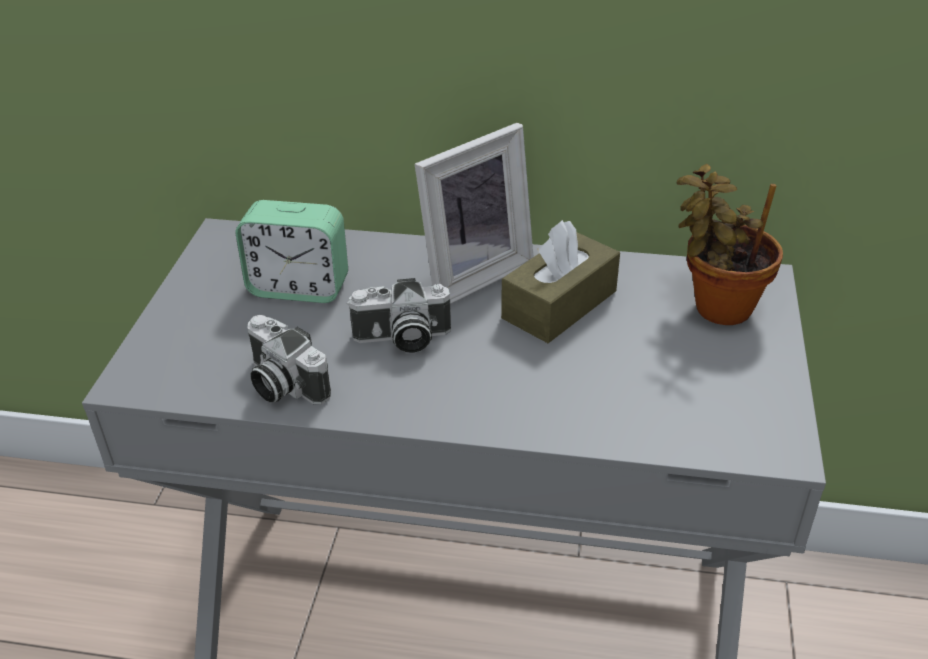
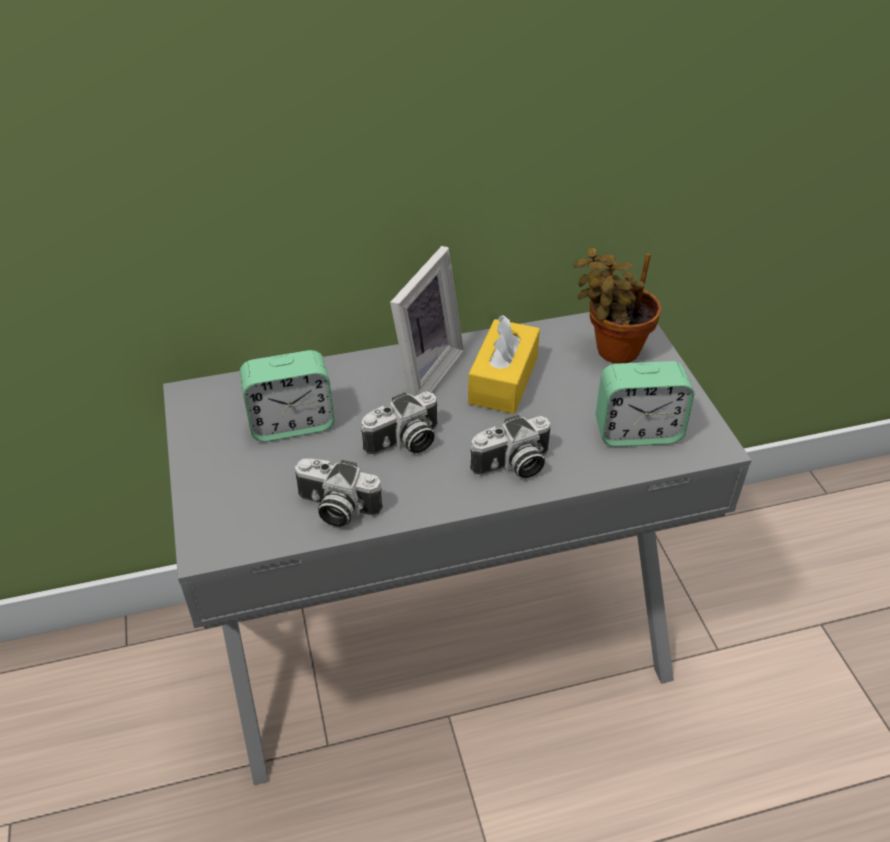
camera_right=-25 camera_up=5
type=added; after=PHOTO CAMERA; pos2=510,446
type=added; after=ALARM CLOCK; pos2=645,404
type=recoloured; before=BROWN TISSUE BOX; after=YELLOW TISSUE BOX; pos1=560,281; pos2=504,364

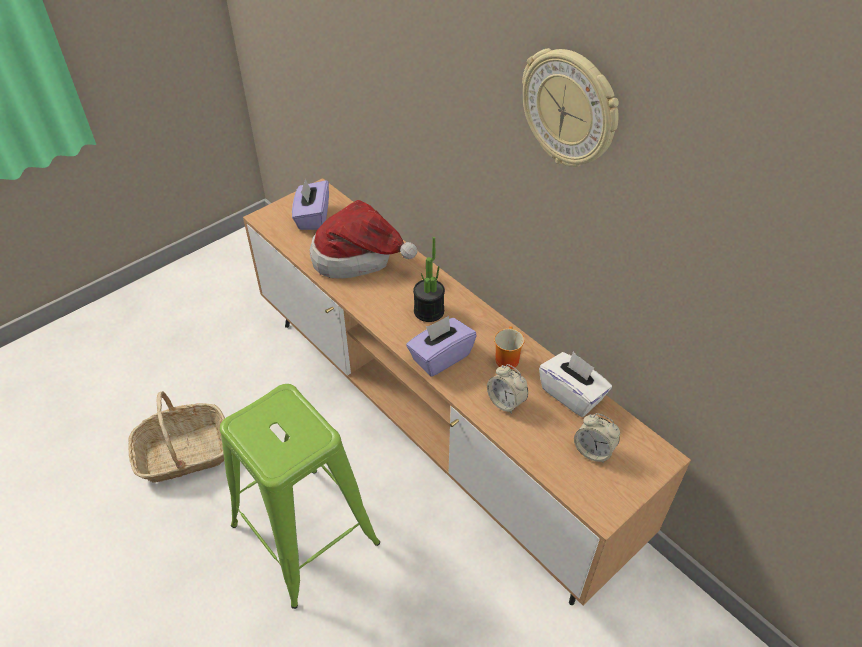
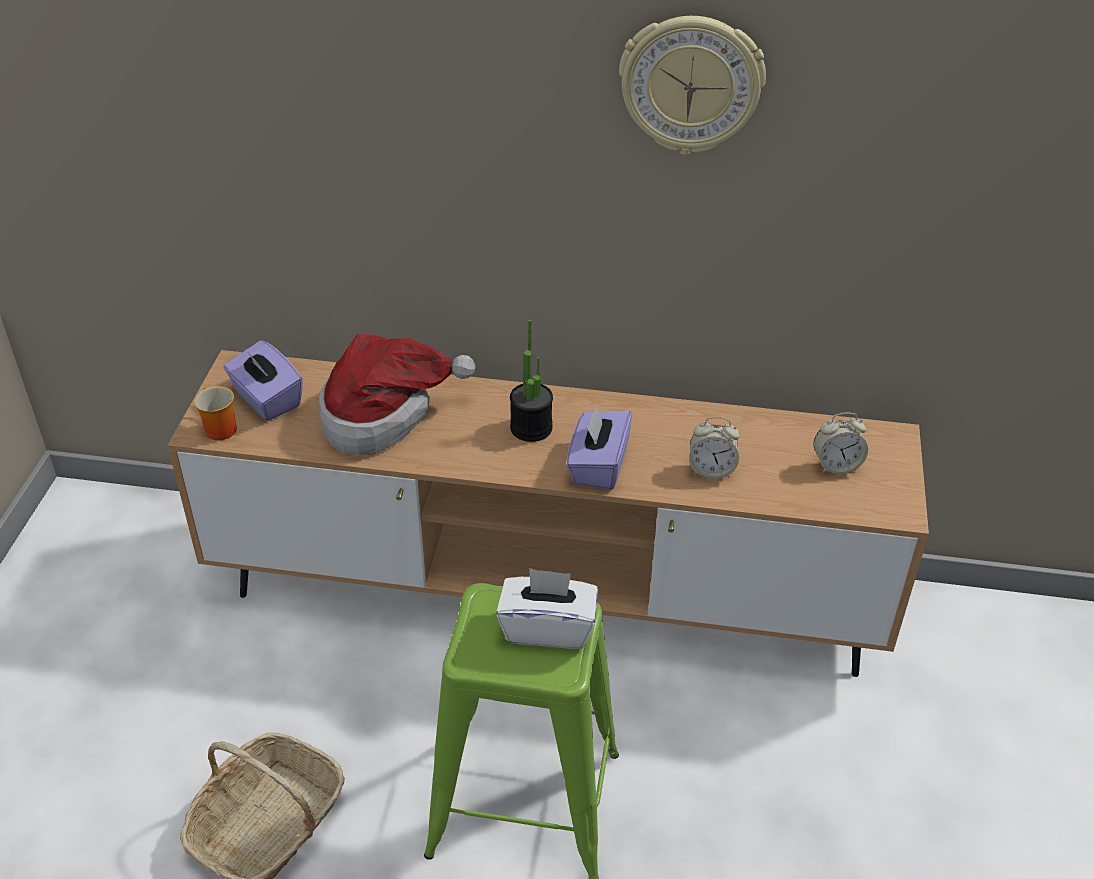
camera_right=-40 camera_up=-5
type=moved; before=MUG; pos1=509,347; pos2=215,413
type=moved; before=WHITE TISSUE BOX; pos1=575,384; pos2=547,608

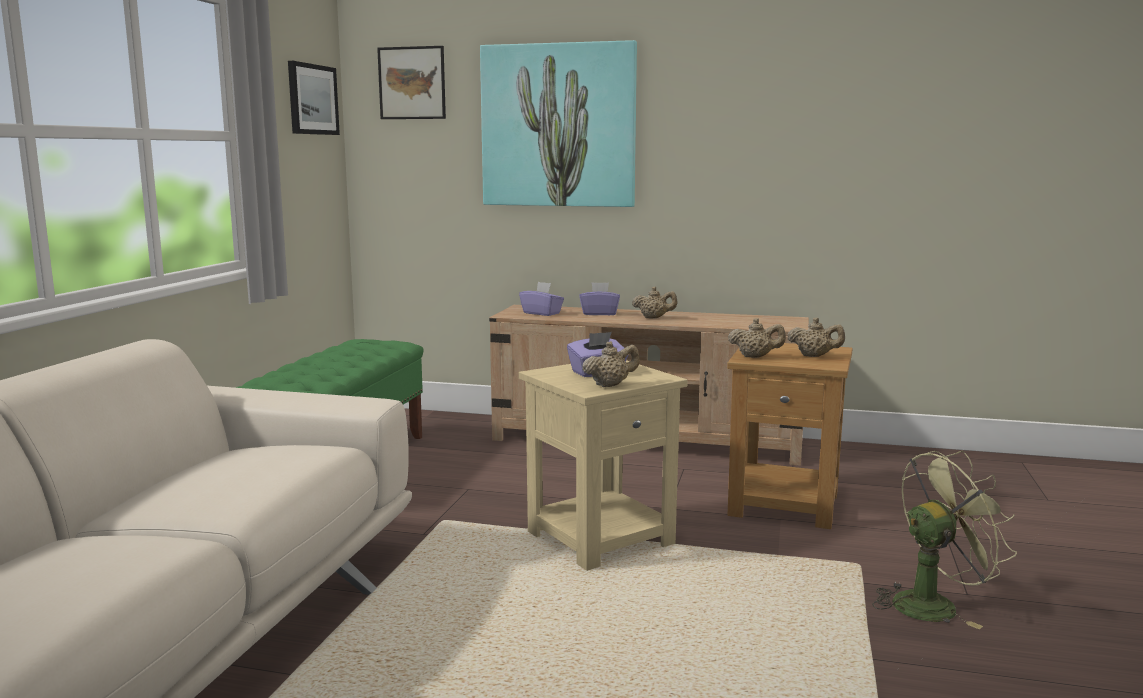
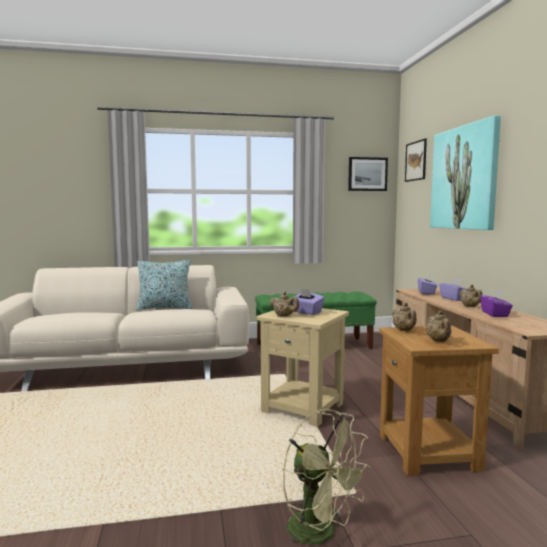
camera_right=65 camera_up=-5
type=added; after=PILLOW; pos2=164,285
type=added; after=PURPLE TISSUE BOX; pos2=496,303

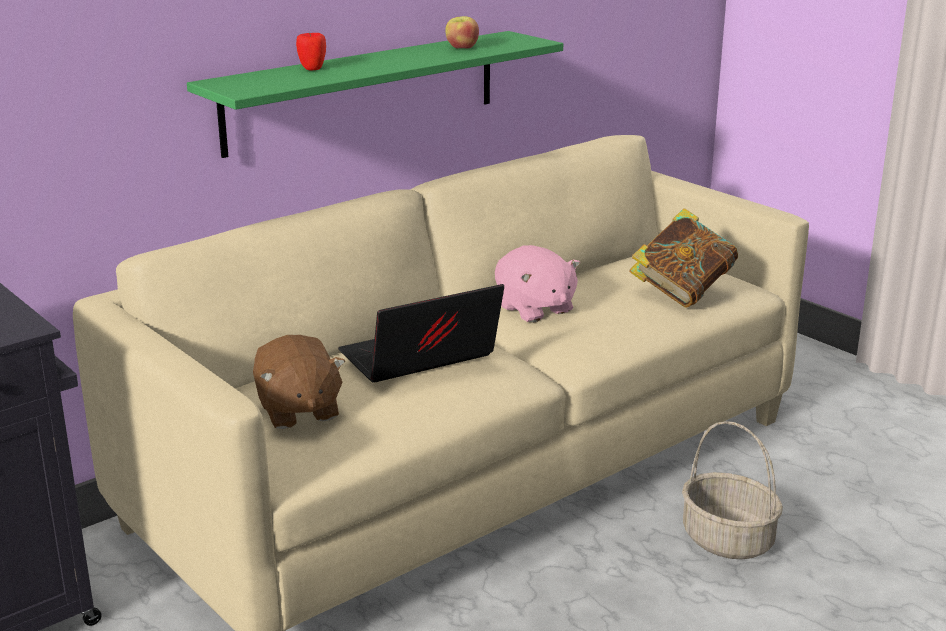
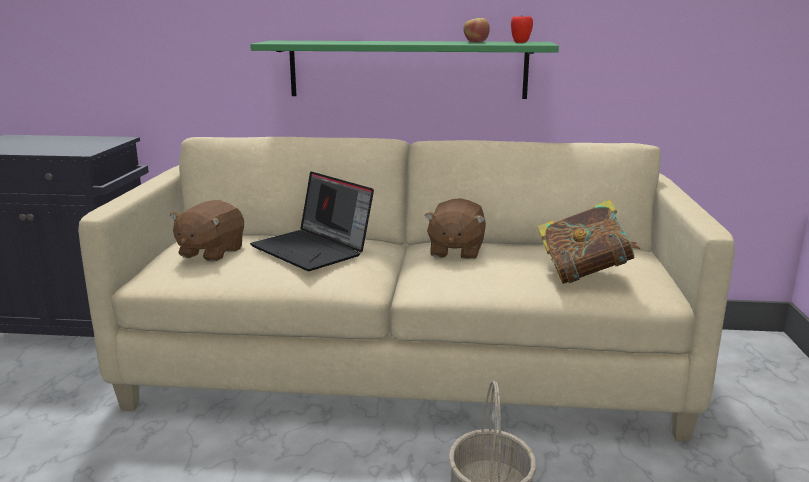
camera_right=45 camera_up=-5
type=moved; before=APPLE; pos1=311,52; pos2=522,29
type=recoloured; before=PINK PLUSH TOY; after=BROWN PLUSH TOY; pos1=537,284; pos2=455,228
type=turned; before=LAPTOP; pos1=421,333; pos2=312,221; turn=-150

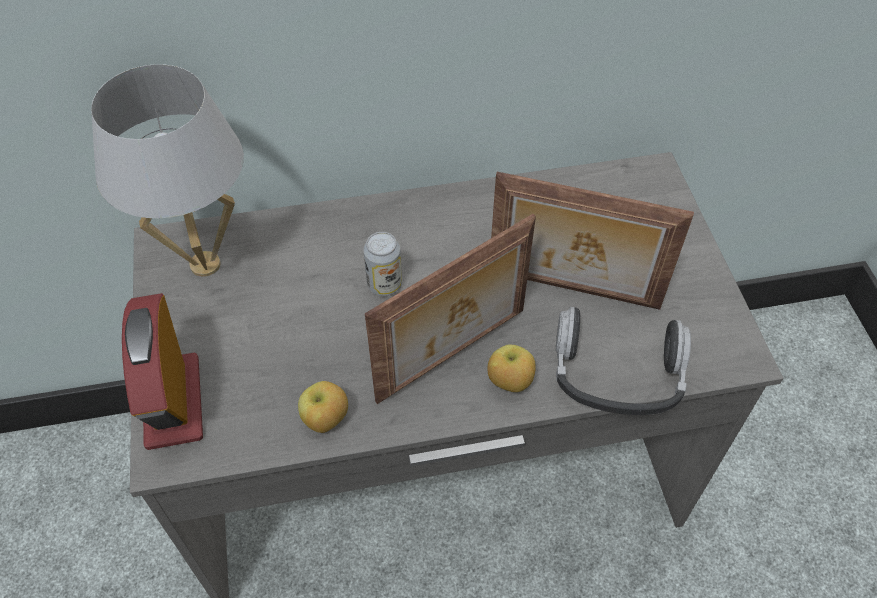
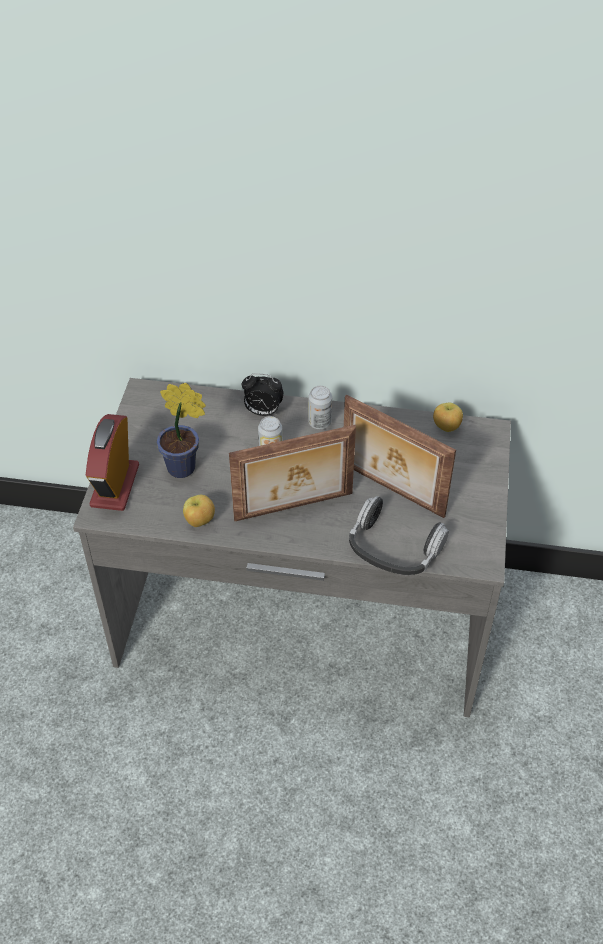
camera_right=20 camera_up=-5
type=removed; before=WHITE TABLE LAMP; pos1=167,170
type=added; after=POTTED PLANT; pos2=181,430
type=added; after=ALARM CLOCK; pos2=263,394
type=added; after=CAN; pos2=320,407
type=moved; before=APPLE; pos1=512,368; pos2=448,417

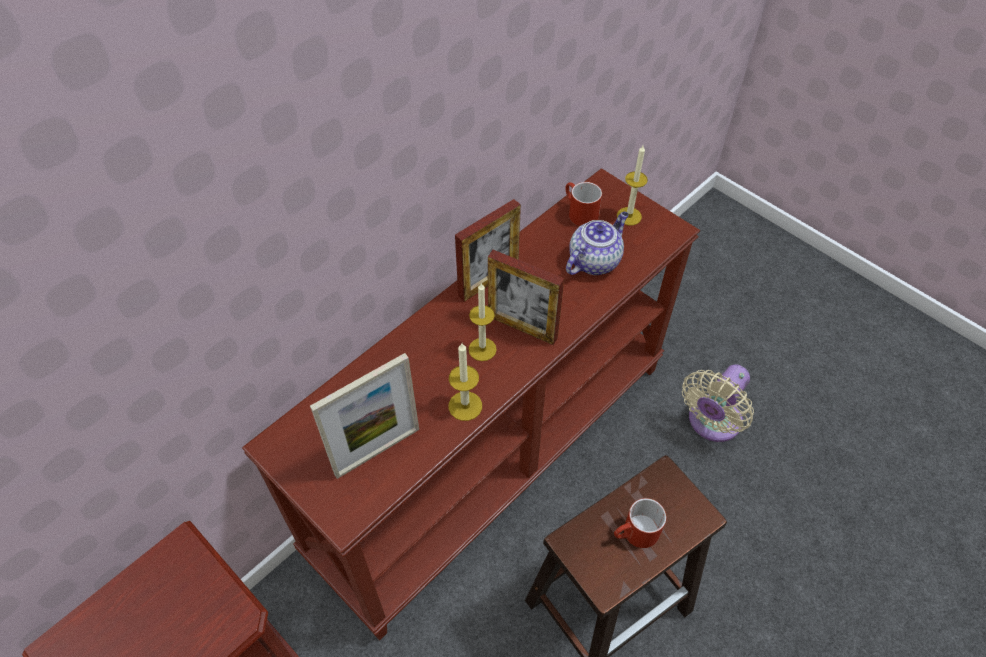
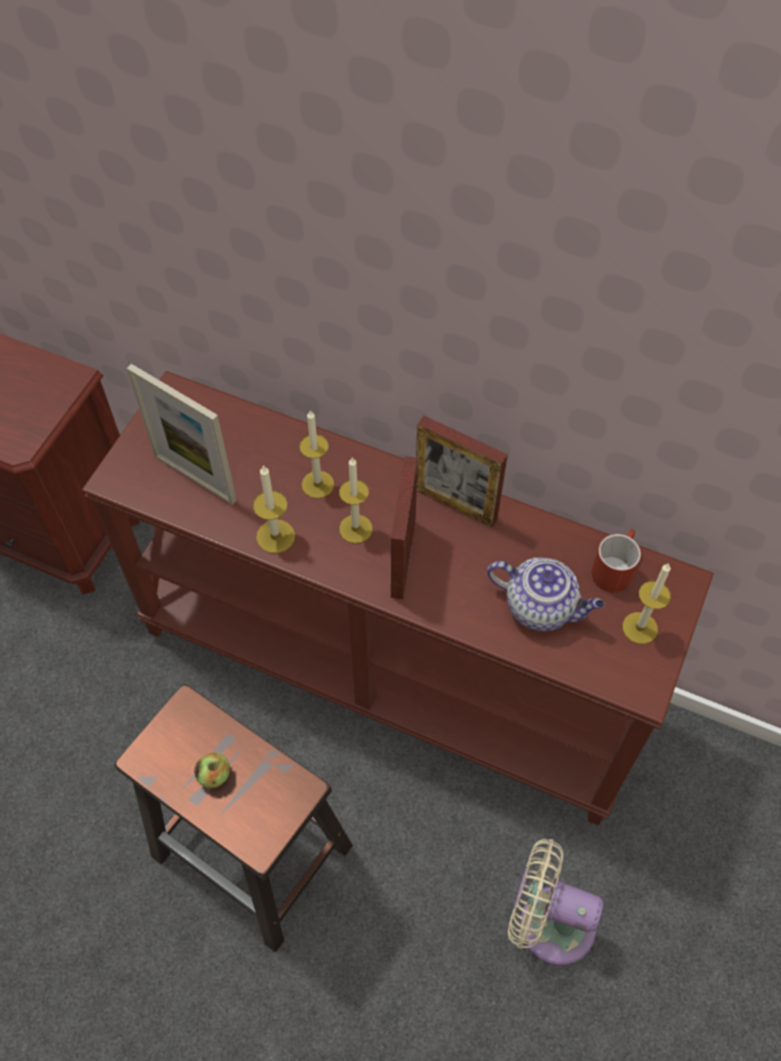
camera_right=70 camera_up=5
type=added; after=CANDLE; pos2=316,454
type=replaced; before=RED MUG; after=APPLE; pos1=640,523; pos2=212,770

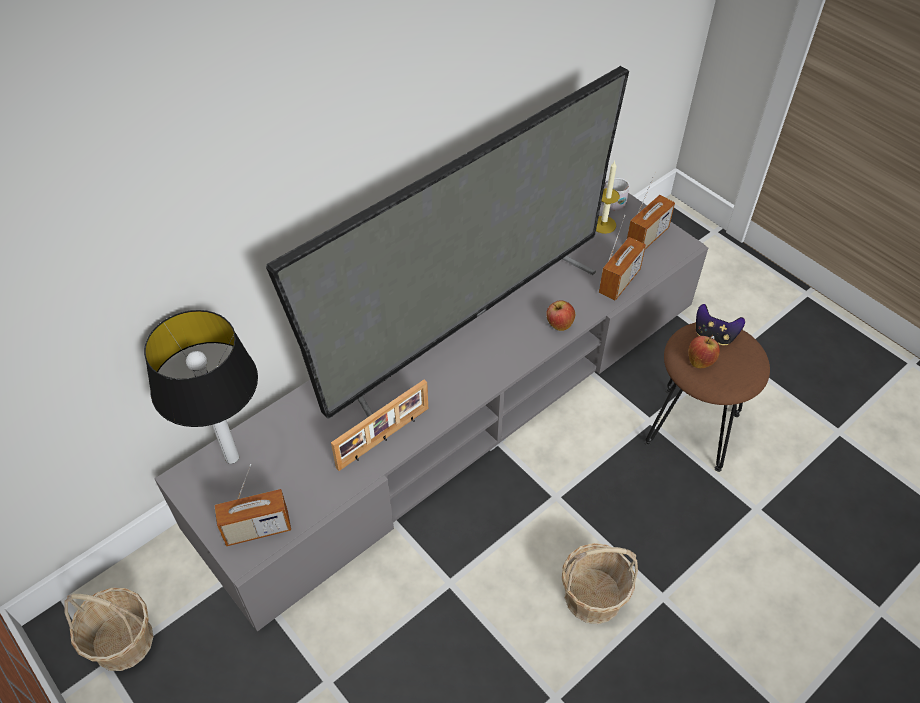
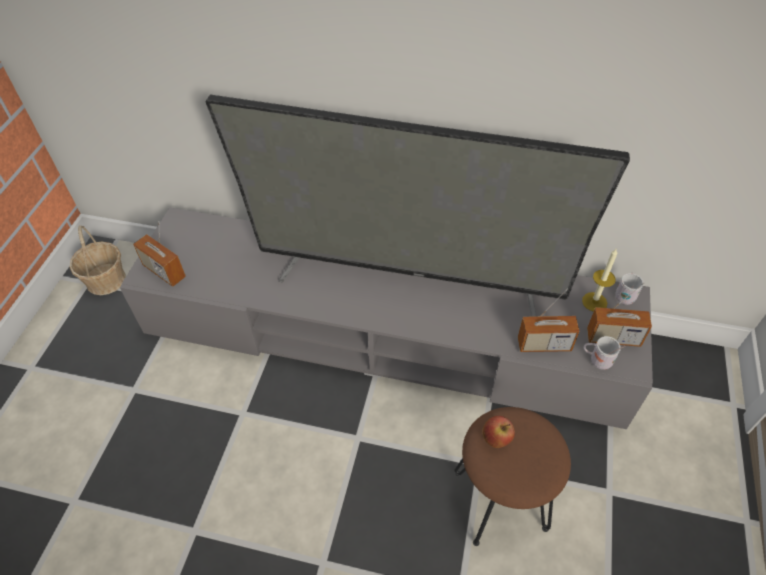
camera_right=55 camera_up=0
type=removed; before=TABLE LAMP; pos1=201,387
type=removed; before=PICTURE FRAME; pos1=379,425
type=removed; before=APPLE; pos1=560,315
type=removed; before=BASKET; pos1=600,583
type=removed; before=GAME CONTROLLER; pos1=720,324
type=added; after=WHITE MUG; pos2=604,353

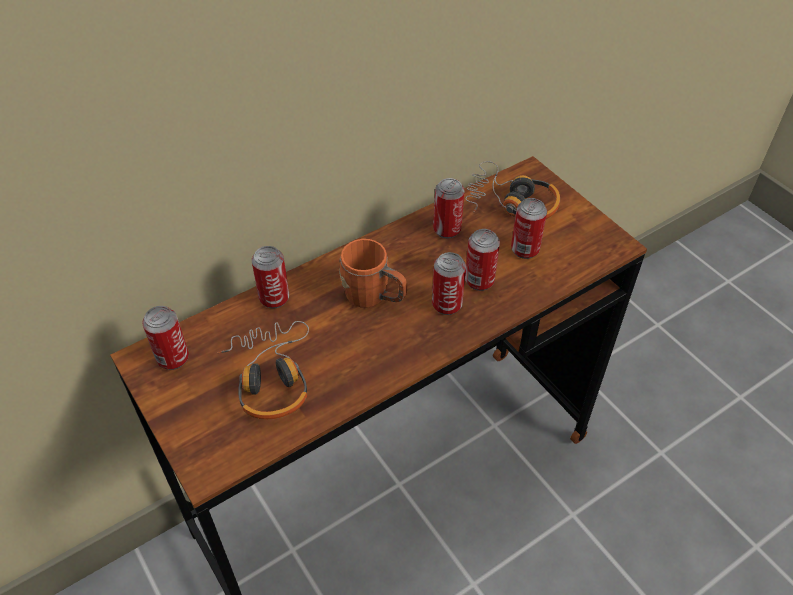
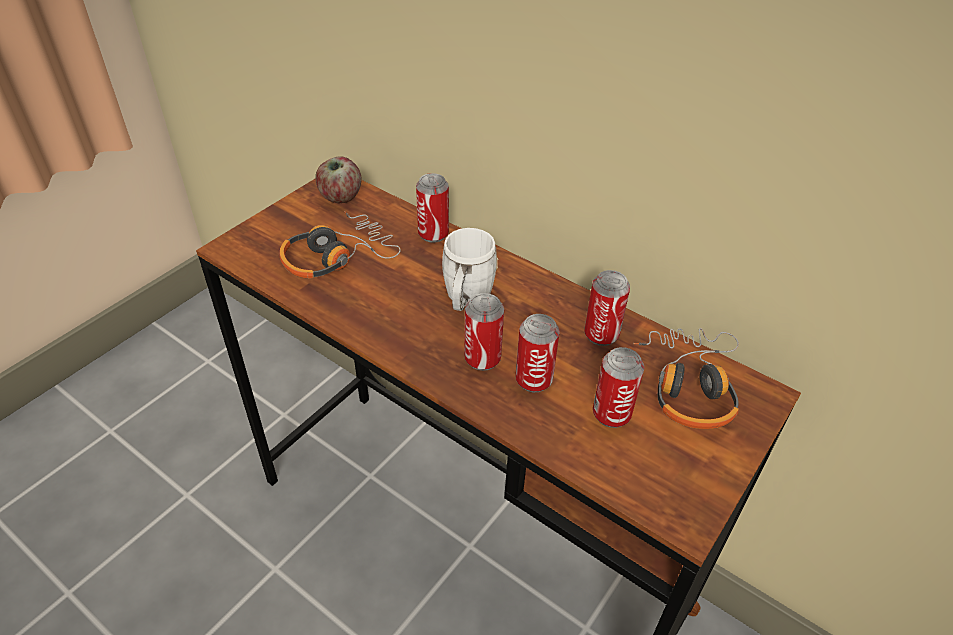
camera_right=70 camera_up=-5
type=replaced; before=CAN; after=APPLE; pos1=165,338; pos2=338,179
type=recoloured; before=ORANGE MUG; after=WHITE MUG; pos1=373,273; pos2=470,269

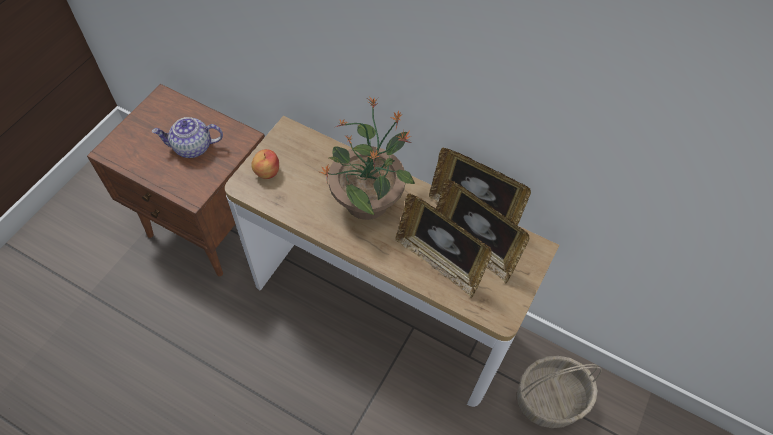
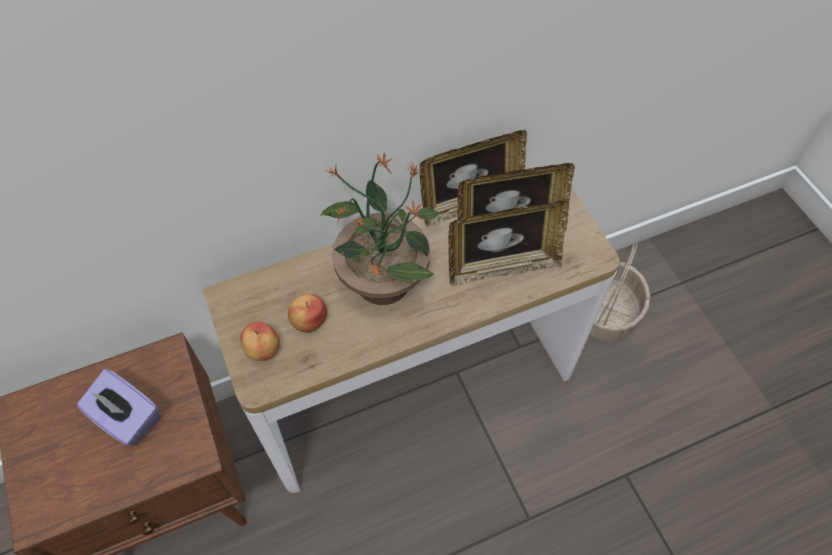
camera_right=-50 camera_up=0
type=added; after=APPLE; pos2=307,313
type=replaced; before=TEAPOT; after=PURPLE TISSUE BOX; pos1=187,137; pos2=118,407

